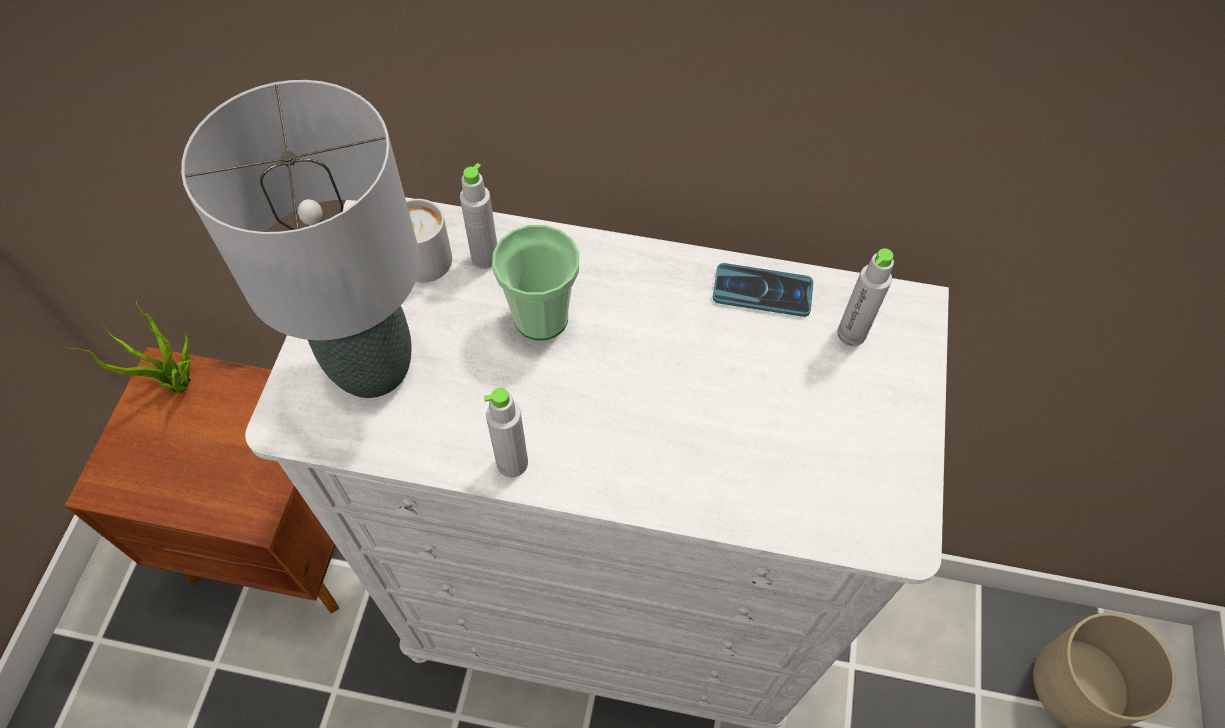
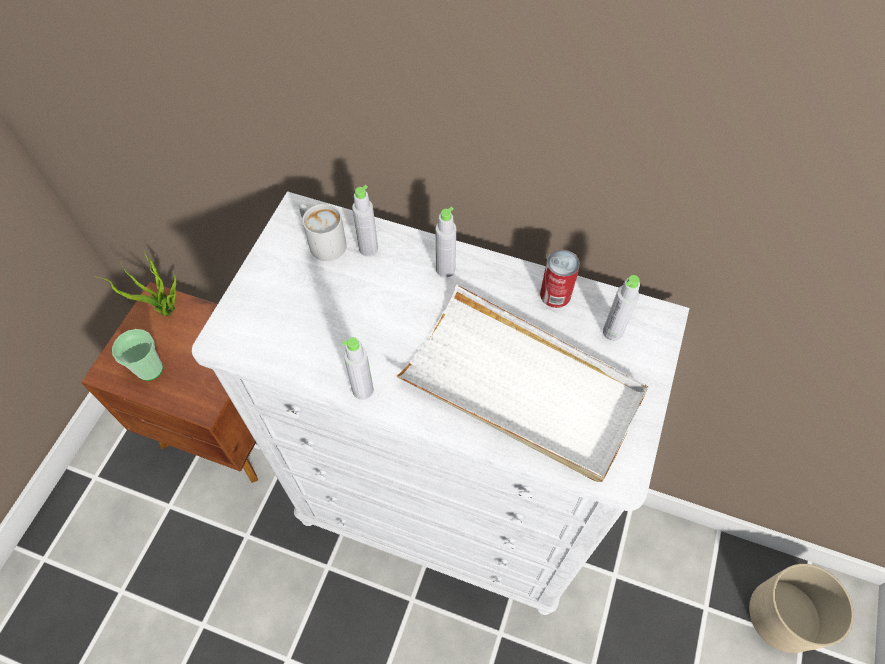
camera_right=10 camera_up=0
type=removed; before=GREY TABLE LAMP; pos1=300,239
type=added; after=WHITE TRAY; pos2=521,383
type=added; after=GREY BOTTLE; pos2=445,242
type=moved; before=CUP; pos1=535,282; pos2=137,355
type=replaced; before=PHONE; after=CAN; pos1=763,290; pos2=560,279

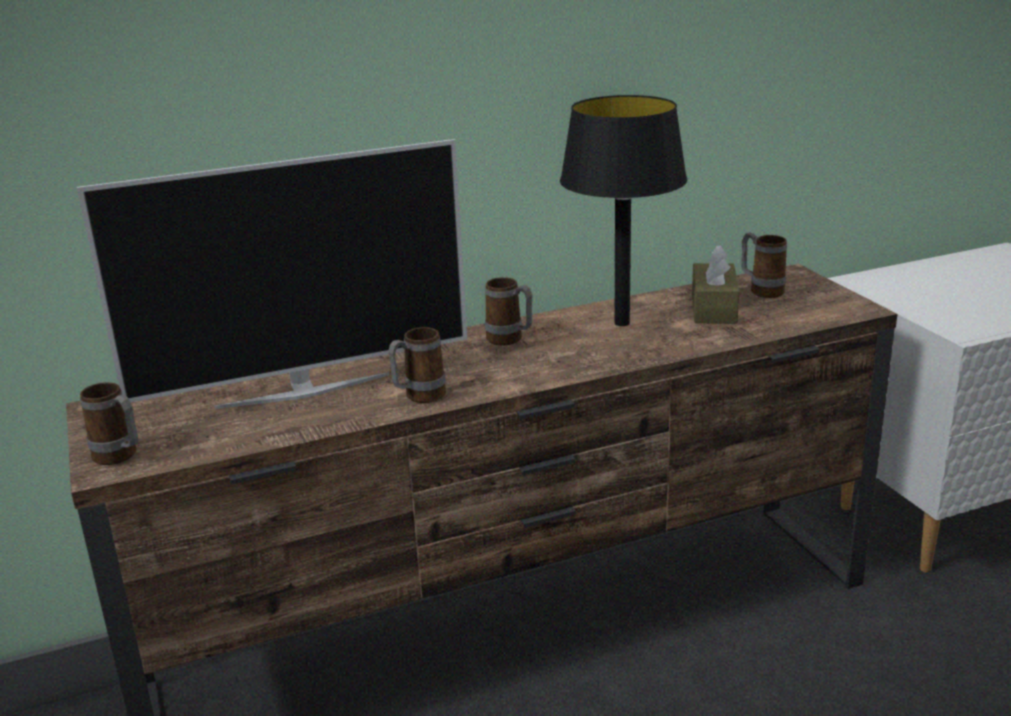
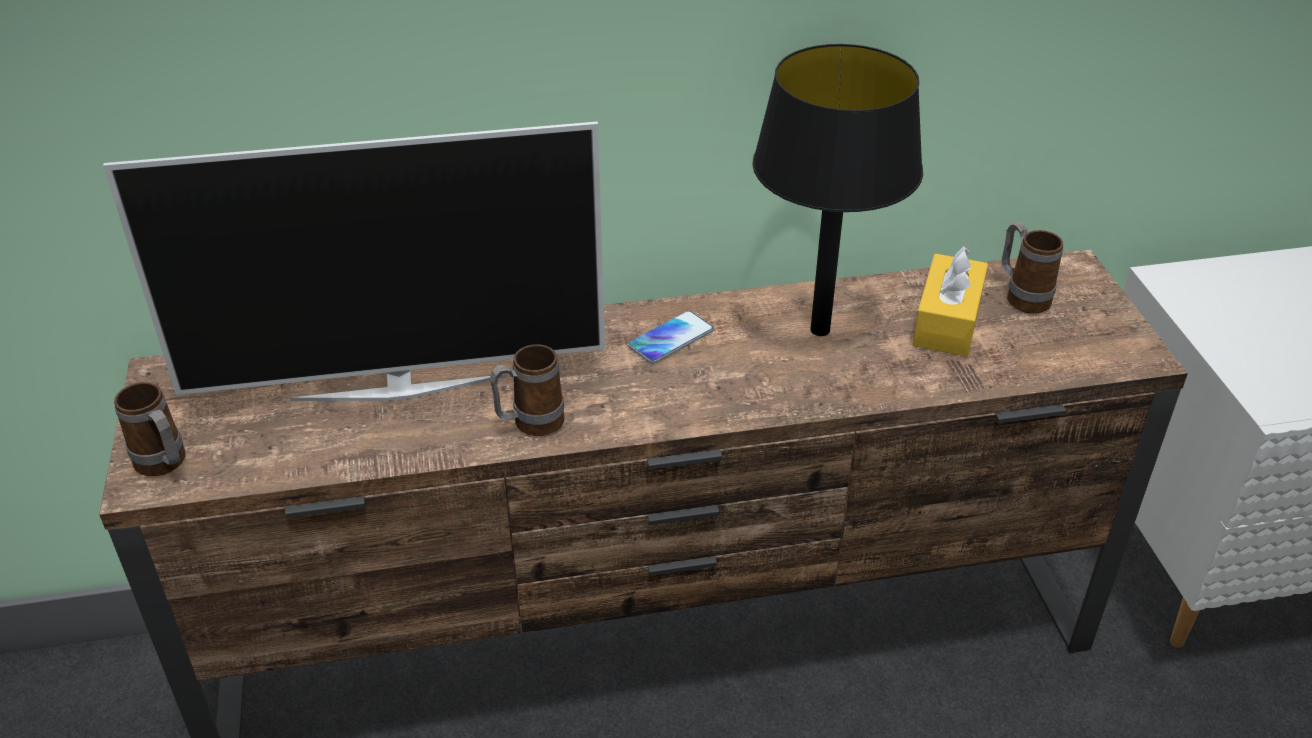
camera_right=10 camera_up=15
type=replaced; before=MUG; after=PHONE; pos1=508,311; pos2=671,337
type=recoloured; before=BROWN TISSUE BOX; after=YELLOW TISSUE BOX; pos1=715,284; pos2=950,301

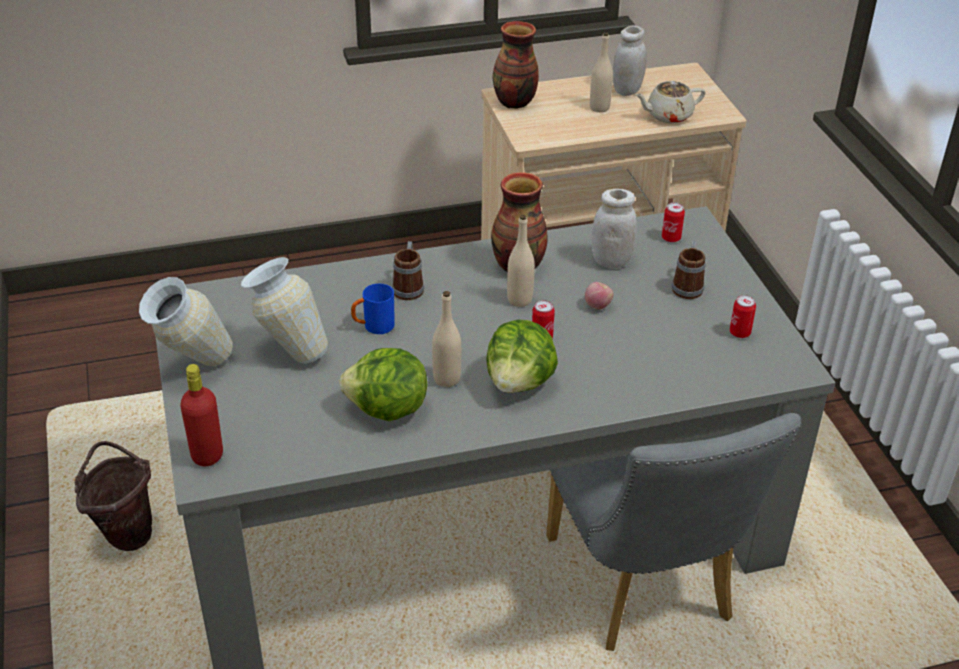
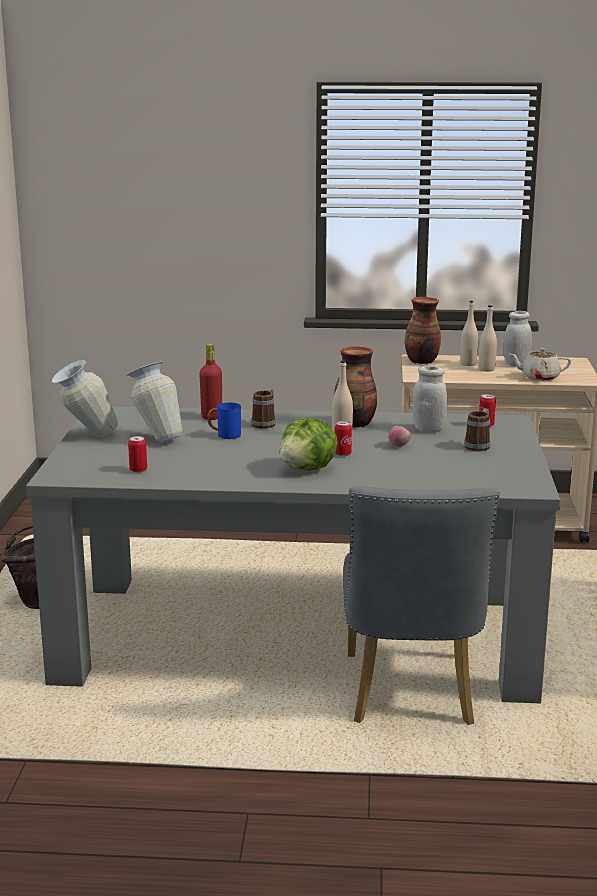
camera_right=20 camera_up=-20
type=removed; before=LETTUCE; pos1=383,384
type=moved; before=RED BOTTLE; pos1=201,415; pos2=210,382
type=moved; before=BEIGE BOTTLE; pos1=446,339; pos2=469,333
type=moved; before=CAN; pos1=743,316; pos2=137,454

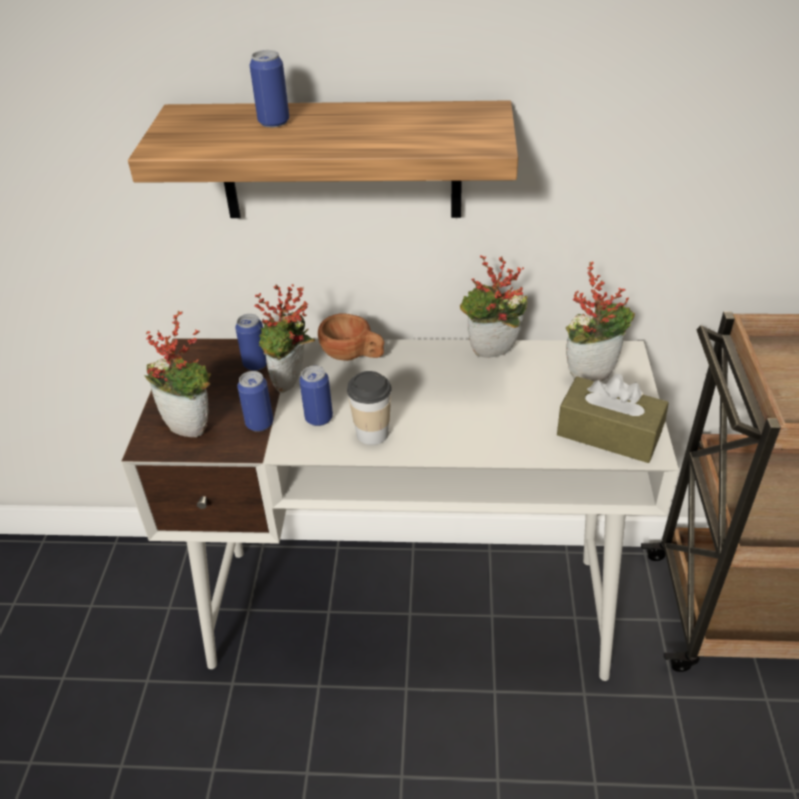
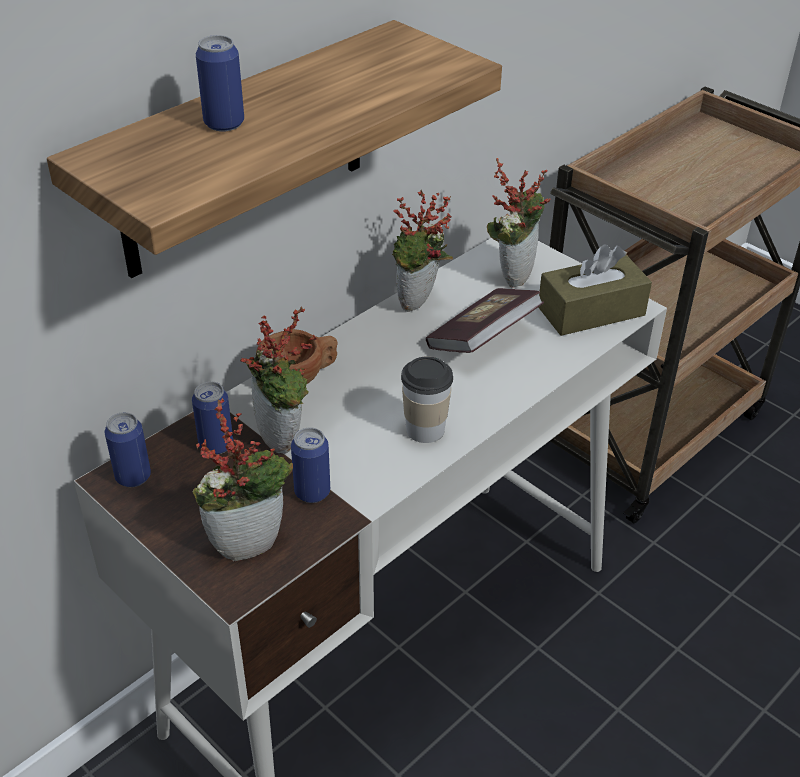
camera_right=-50 camera_up=0
type=added; after=BOOK; pos2=485,320
type=moved; before=CAN; pos1=316,396; pos2=128,449

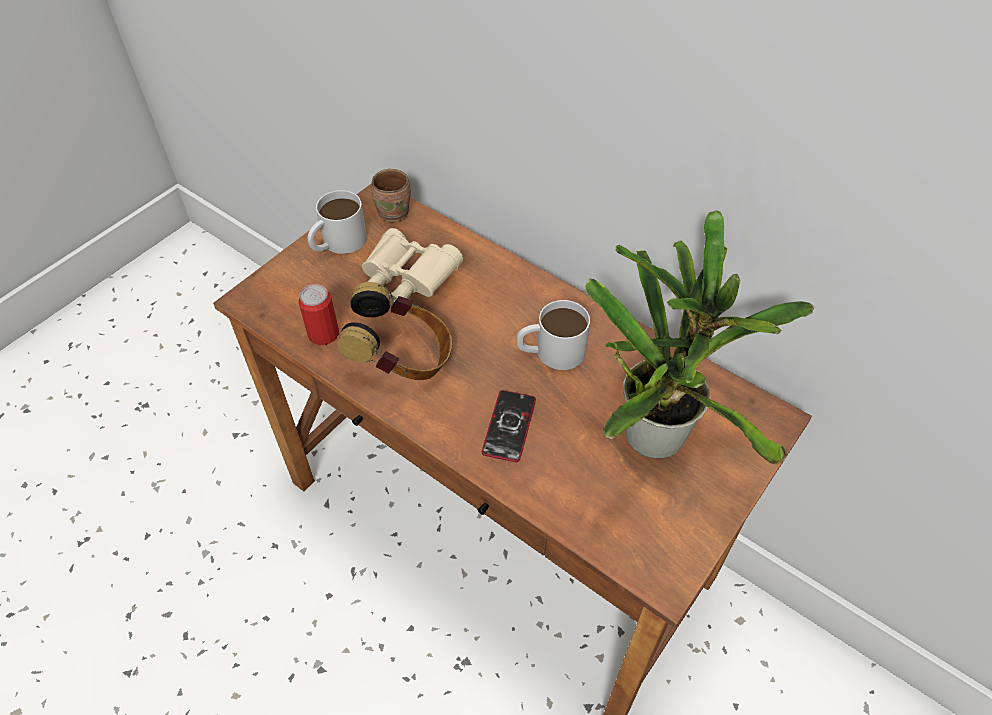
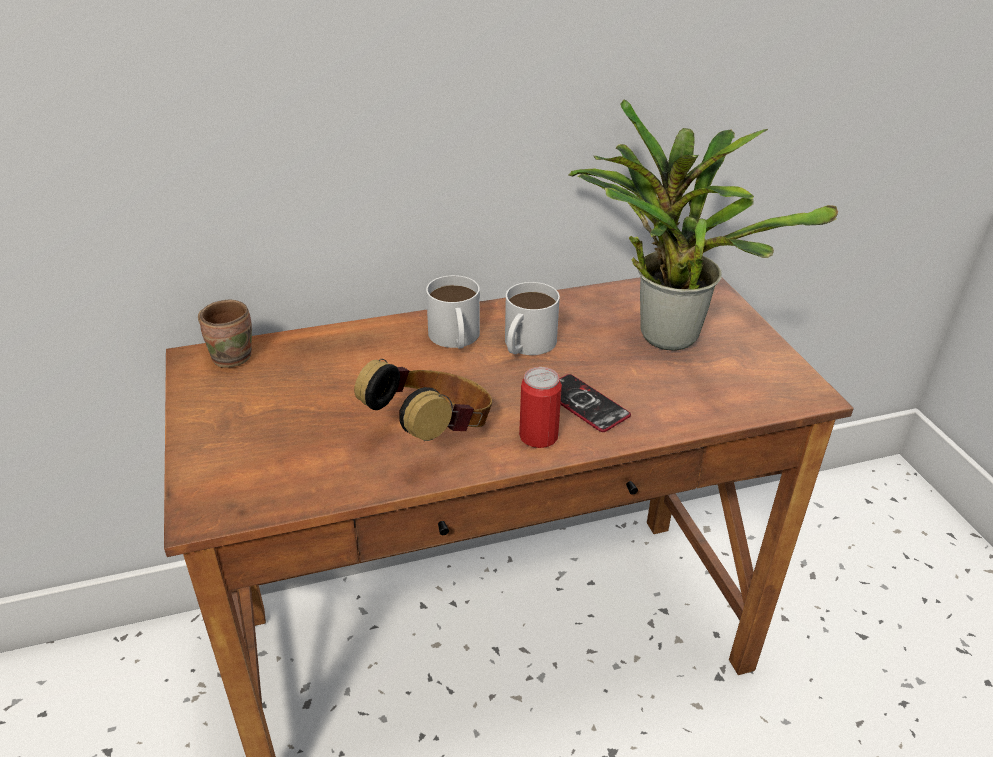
camera_right=-55 camera_up=-15
type=removed; before=BEIGE BINOCULARS; pos1=412,266
type=moved; before=CAN; pos1=319,314; pos2=540,407
type=moved; before=WHITE MUG; pos1=337,222; pos2=453,312

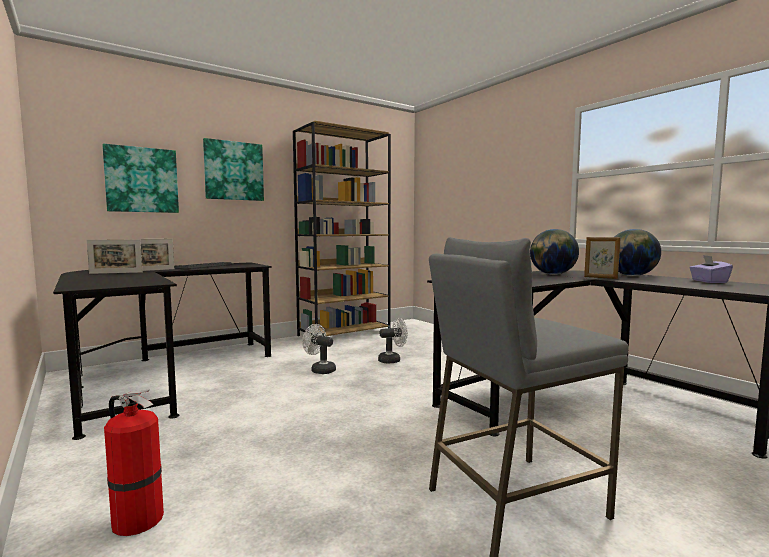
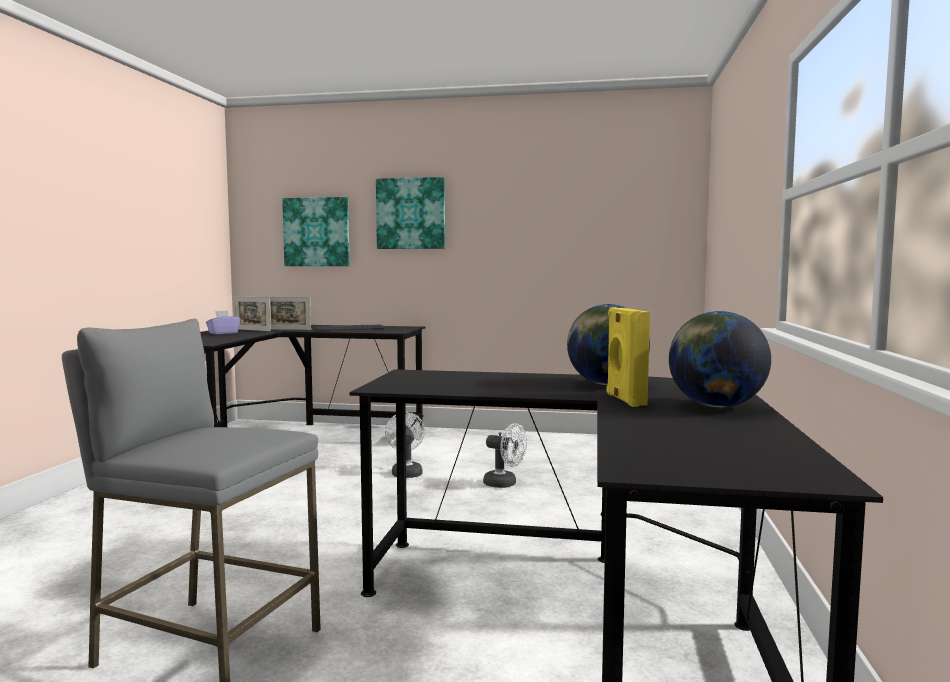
camera_right=45 camera_up=0
type=removed; before=FIRE EXTINGUISHER; pos1=134,463
type=removed; before=BROWN BOOKCASE; pos1=342,233
type=moved; before=PURPLE TISSUE BOX; pos1=711,269; pos2=223,322
type=replaced; before=PICTURE FRAME; after=YELLOW SPEAKER; pos1=602,258; pos2=628,357

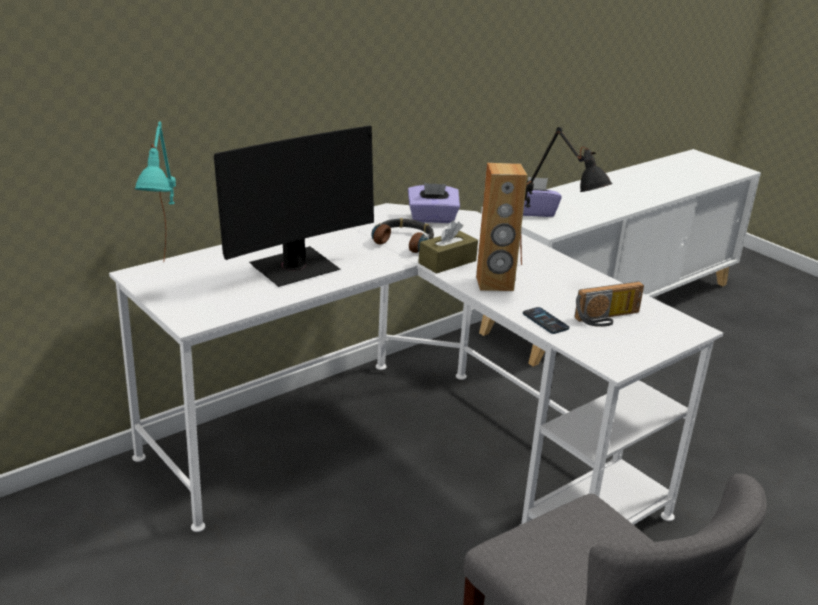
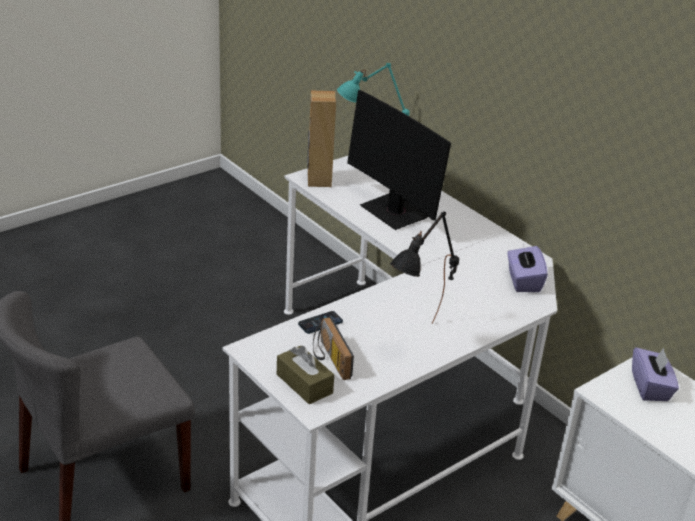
camera_right=90 camera_up=5
type=removed; before=HEADPHONES; pos1=402,235
type=moved; before=BROWN TISSUE BOX; pos1=448,247; pos2=305,375
type=moved; before=BROWN SPEAKER; pos1=502,227; pos2=321,138

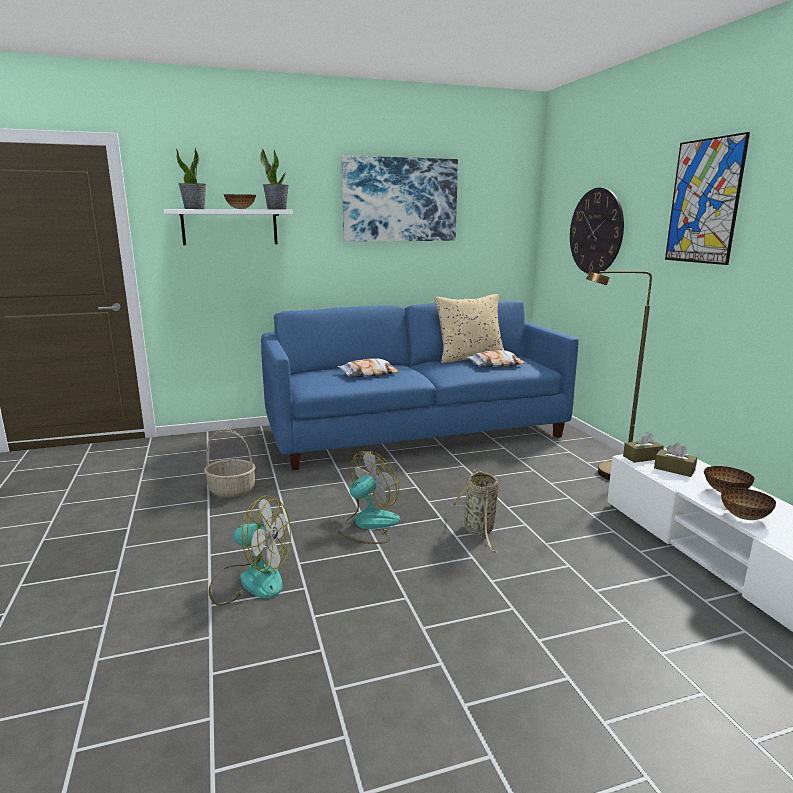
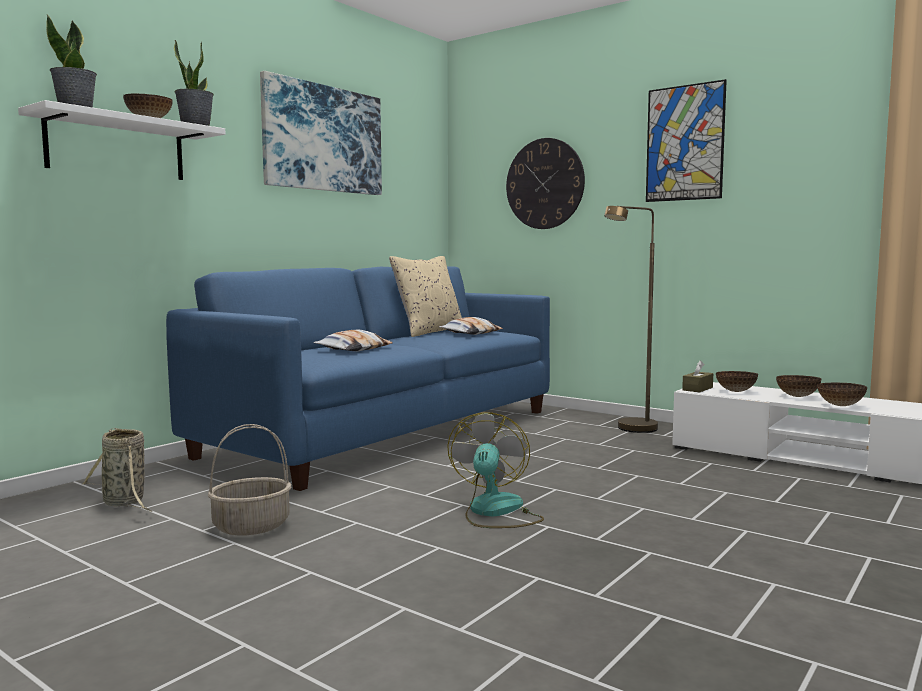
camera_right=-35 camera_up=-10
type=removed; before=FAN; pos1=250,550
type=moved; before=BASKET; pos1=475,511; pos2=116,470
type=replaced; before=BROWN TISSUE BOX; after=BOWL; pos1=675,459; pos2=737,381

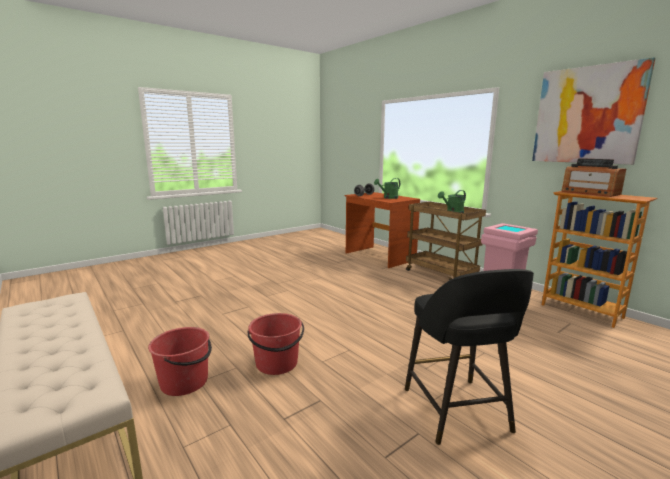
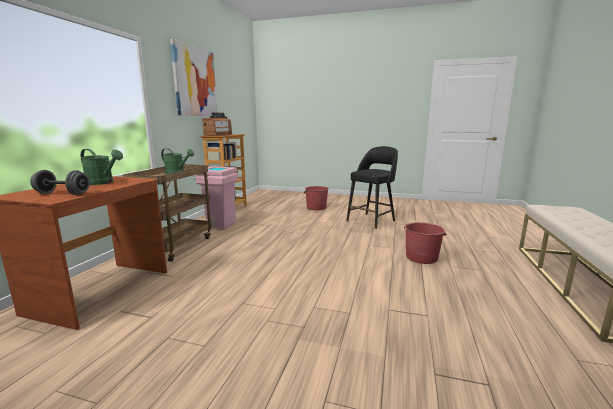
camera_right=-125 camera_up=0
type=moved; before=RED BUCKET; pos1=180,361; pos2=316,198

